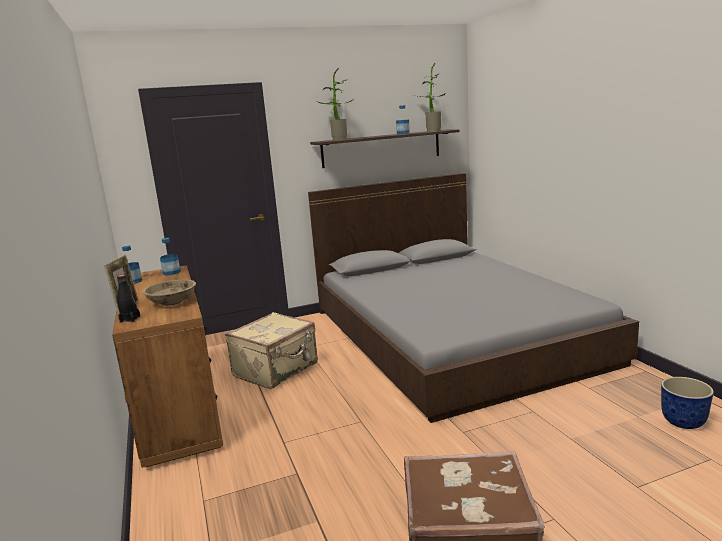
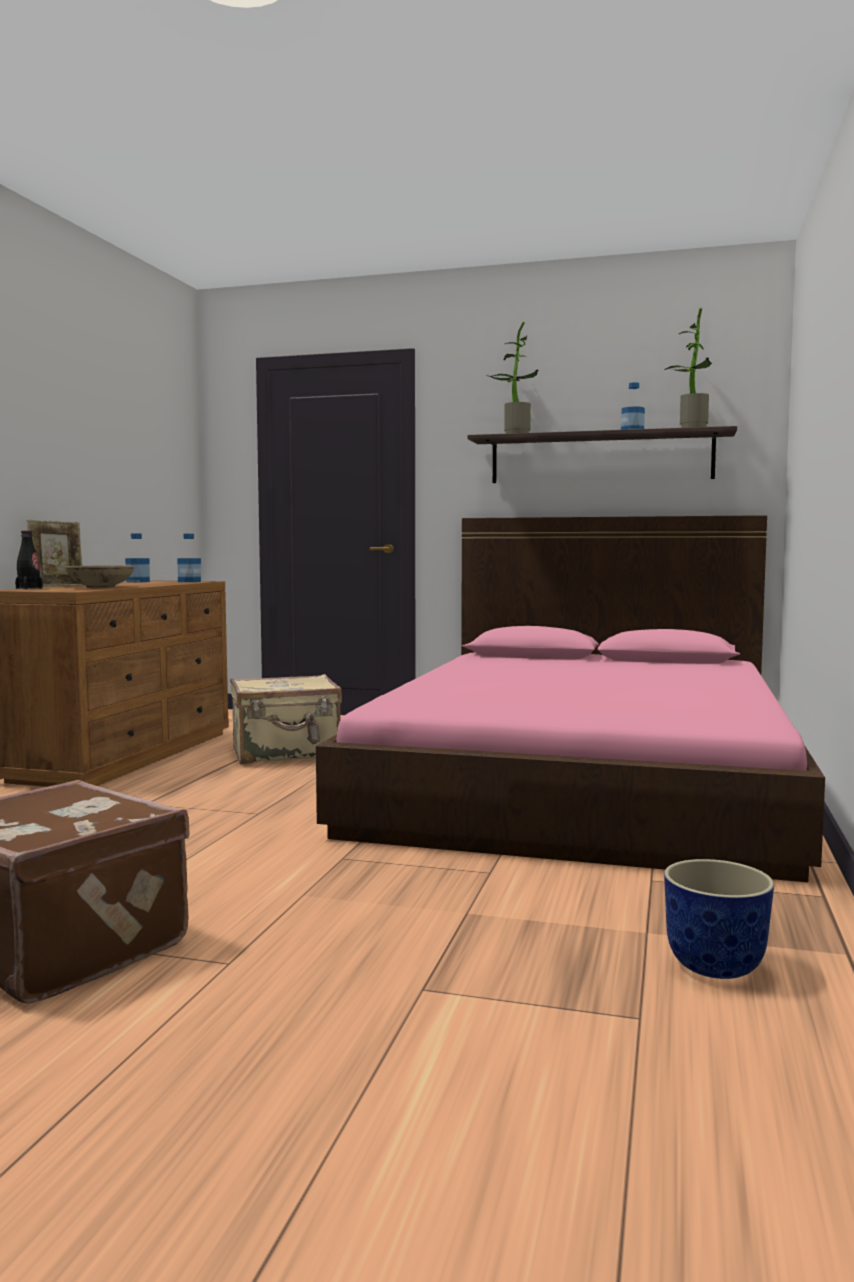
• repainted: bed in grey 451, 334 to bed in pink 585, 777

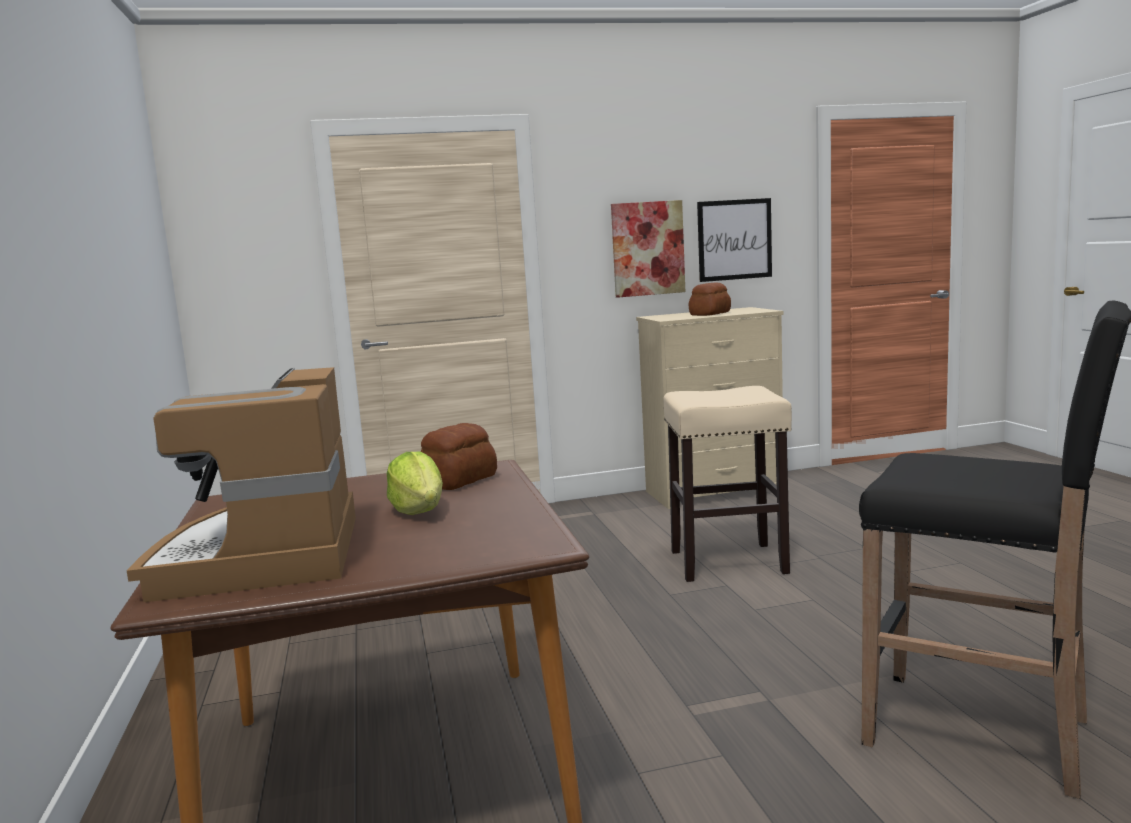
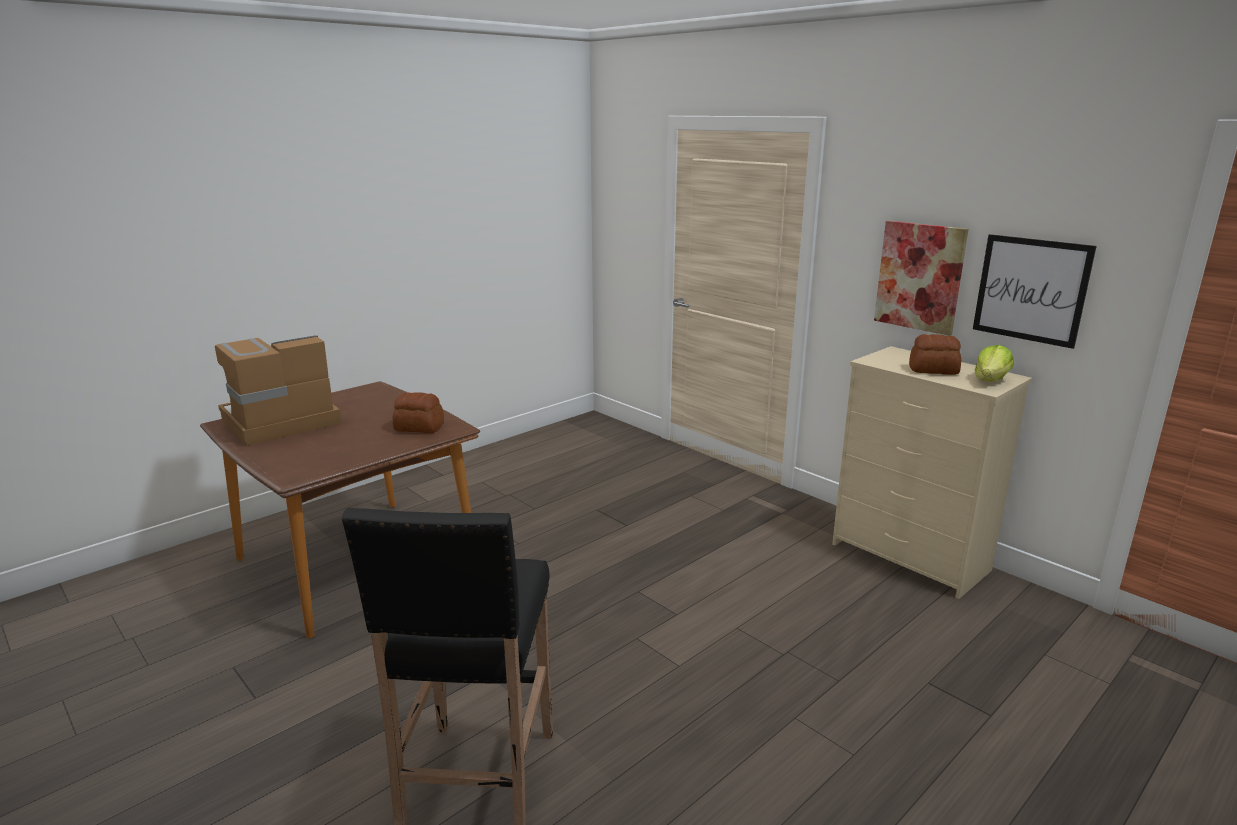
• shifted: lettuce 419, 511 to 990, 380
• gone: stool in beige 729, 562

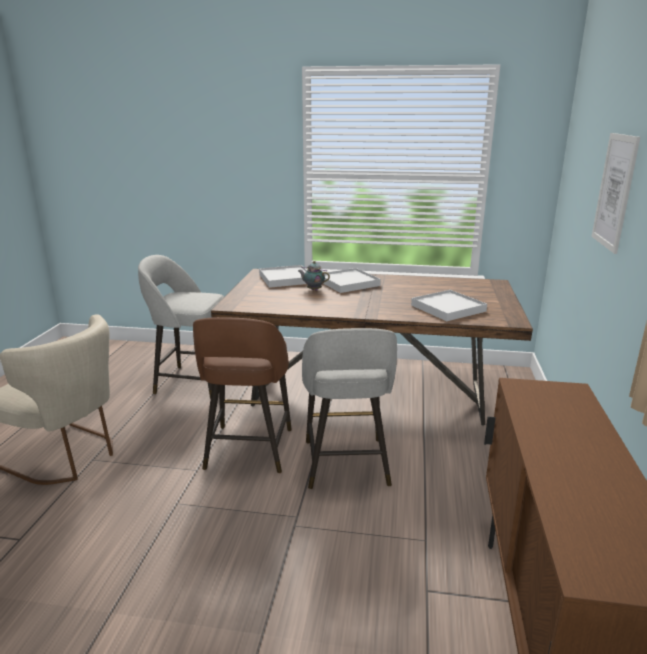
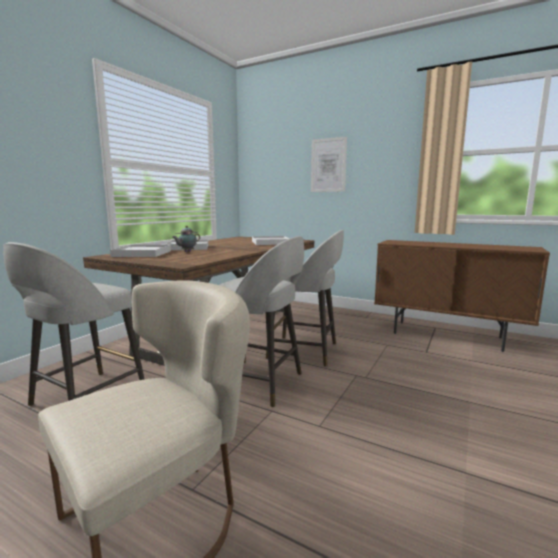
• repainted: stool in brown 248, 450 to stool in grey 259, 382

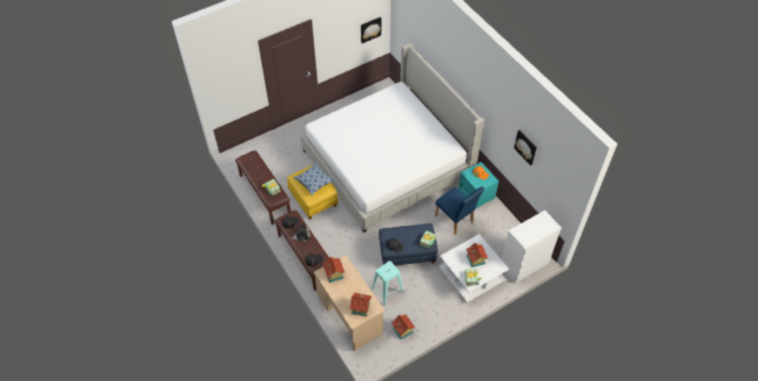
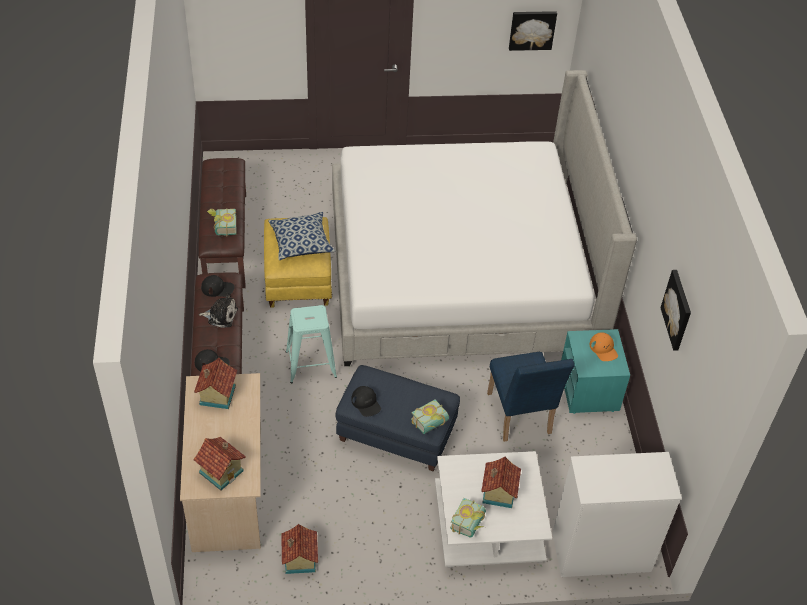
• shifted: stool in turquoise 387, 290 to 311, 364

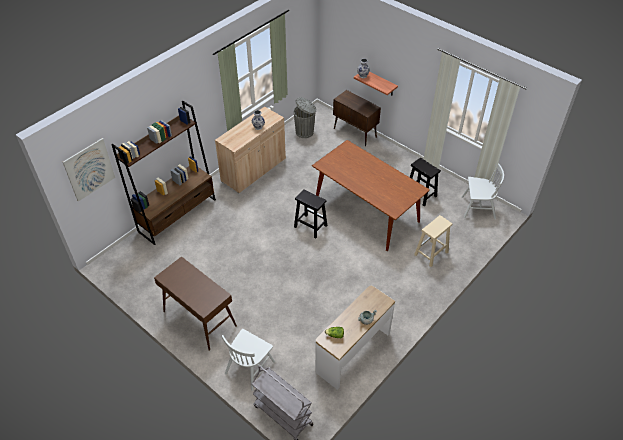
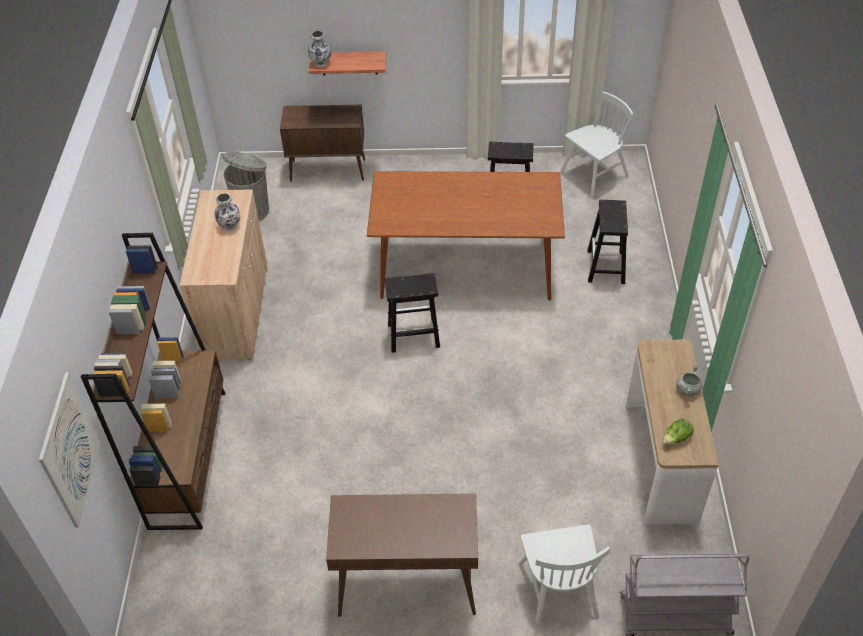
• repainted: stool in beige 431, 254 to stool in black 606, 267

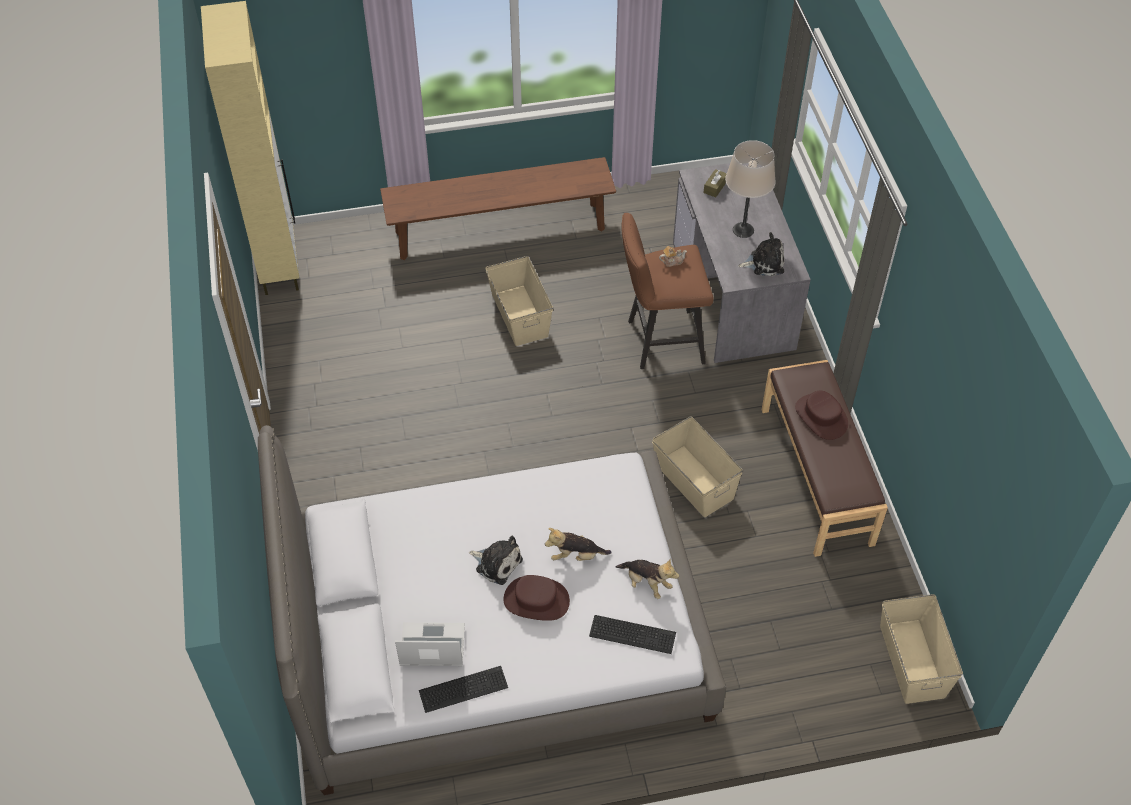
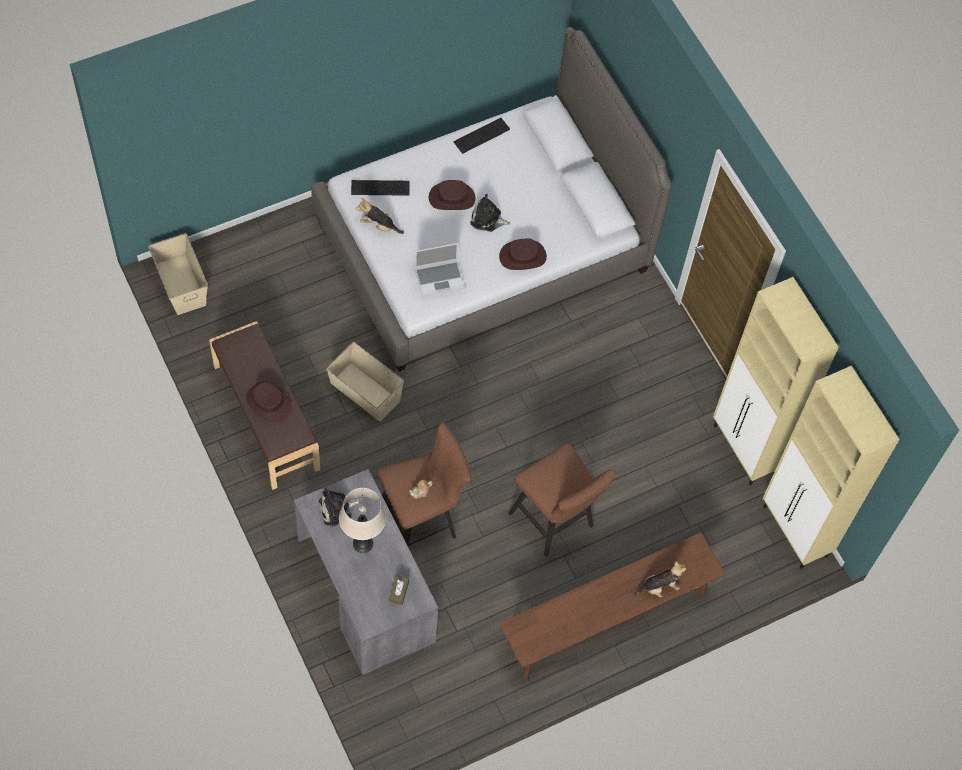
• shifted: laptop 431, 647 to 439, 278
• swapped: storage box in beige 520, 314 to stool in brown 555, 523
• shifted: plush toy 576, 555 to 659, 587
• new: hat in brown 522, 256
• new: cabinet in beige 745, 450

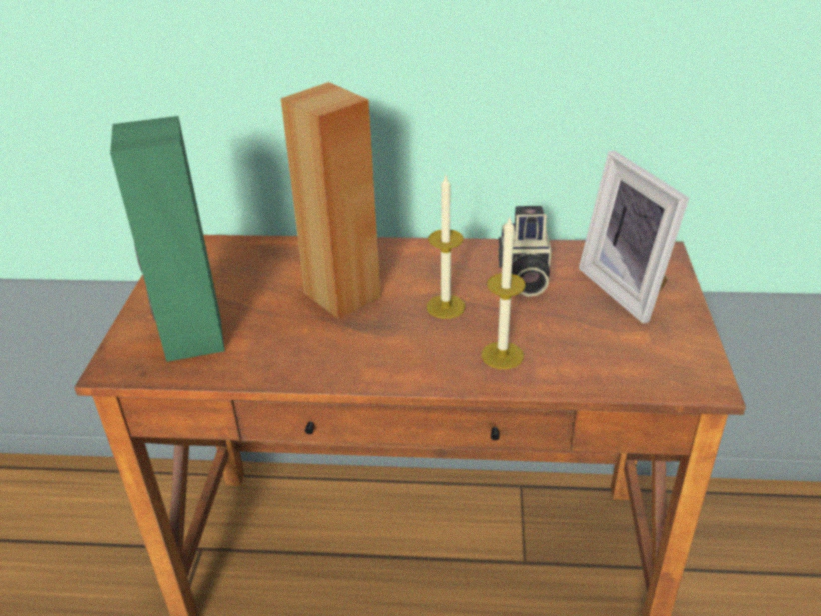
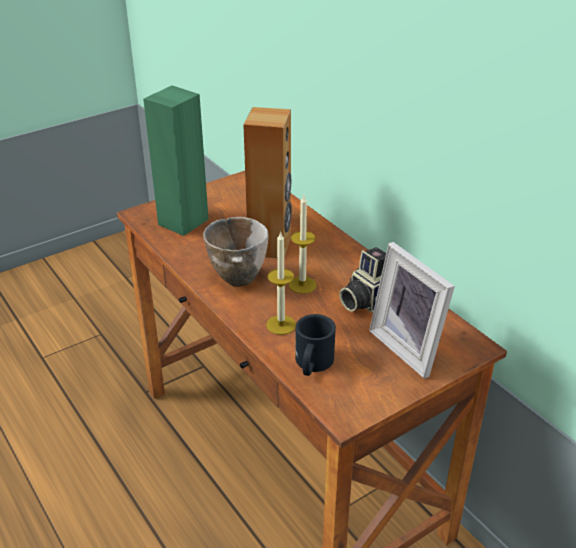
• rotated: picture frame 628, 289 = 410, 347 60 degrees counterclockwise
• new: bowl 239, 277
• new: mug in black 312, 364

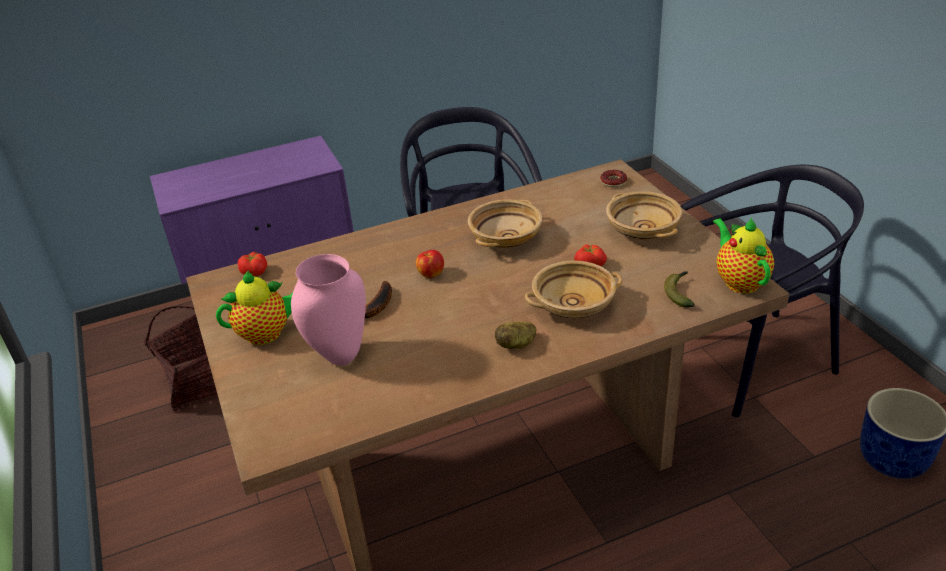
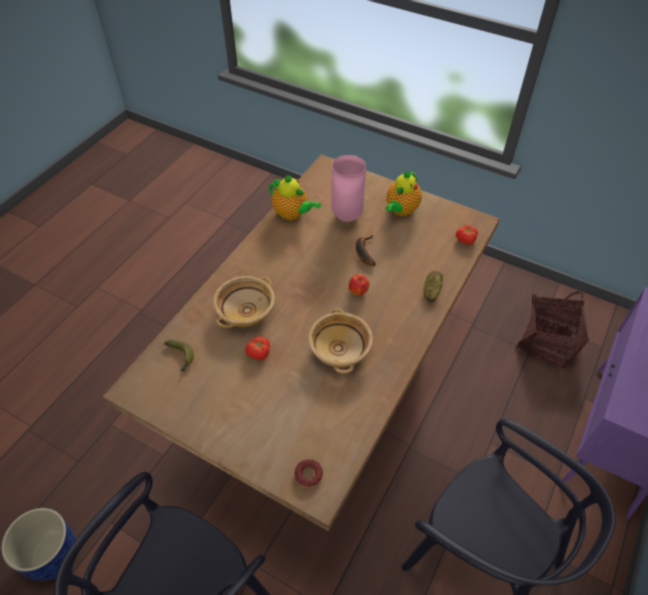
• shifted: potato 517, 345 to 431, 292
• gone: bowl in beige 642, 230
• shifted: teapot 739, 281 to 292, 214

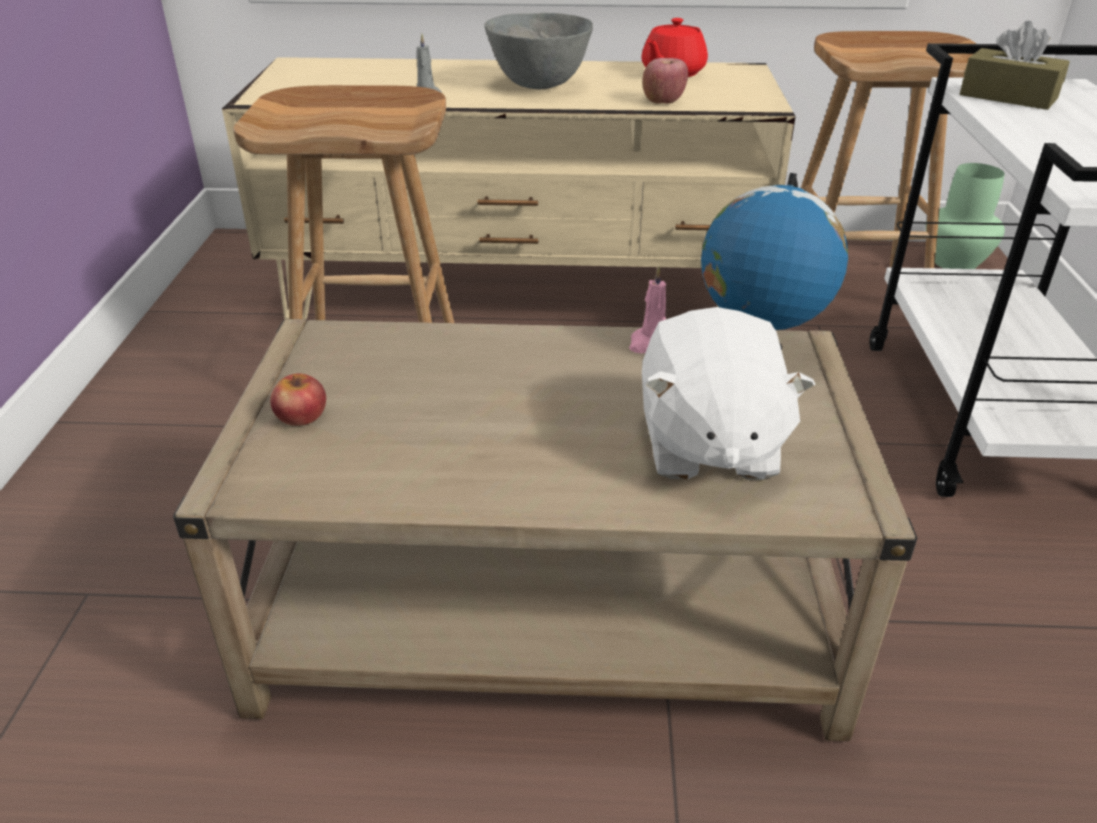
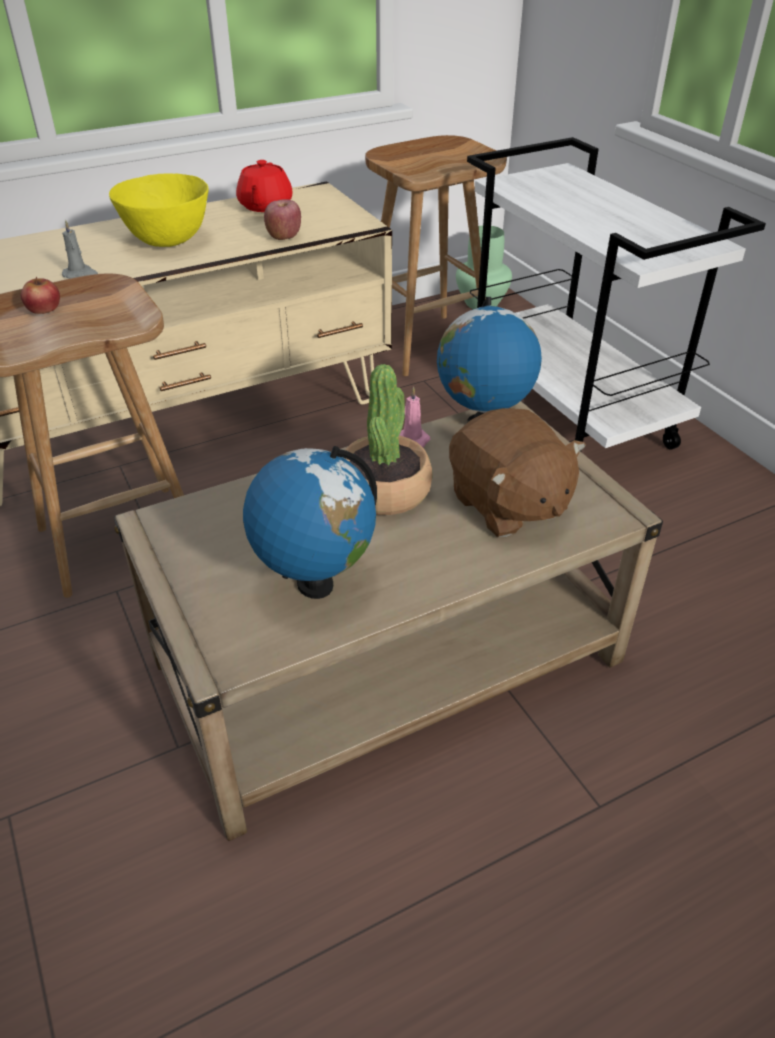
• shifted: apple 301, 415 to 44, 308
• repainted: bowl in grey 539, 85 to bowl in yellow 168, 241
• repainted: plush toy in white 707, 445 to plush toy in brown 508, 505
• gone: tissue box in brown 1008, 97
• new: globe 315, 584
• new: potted plant 385, 490

